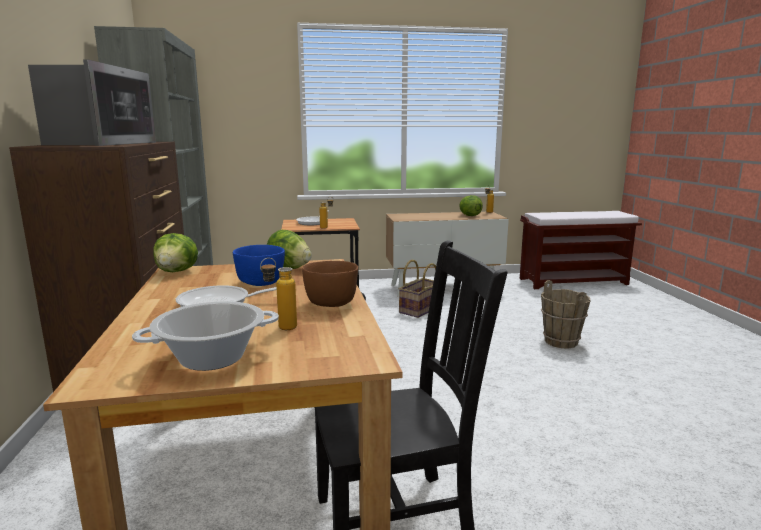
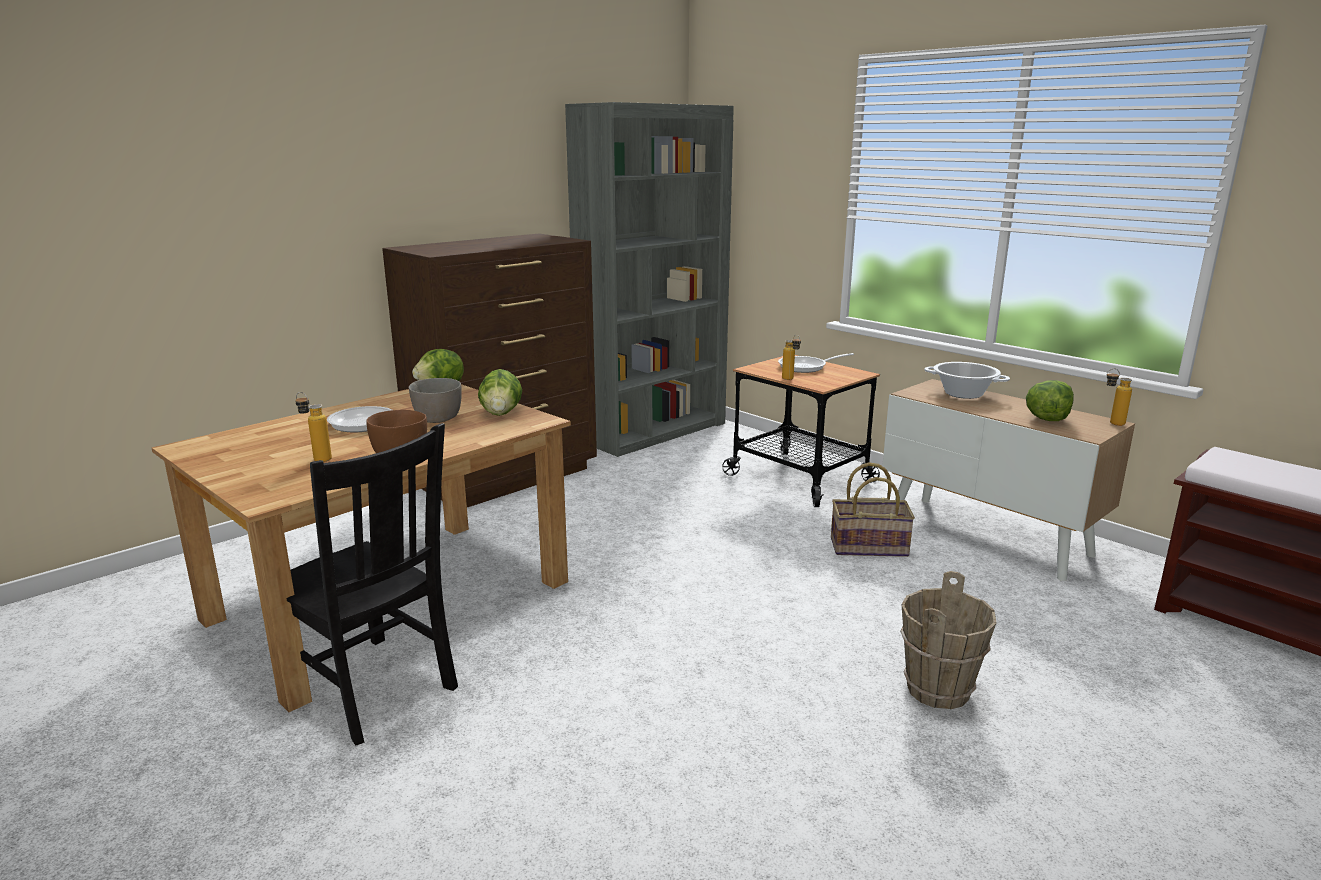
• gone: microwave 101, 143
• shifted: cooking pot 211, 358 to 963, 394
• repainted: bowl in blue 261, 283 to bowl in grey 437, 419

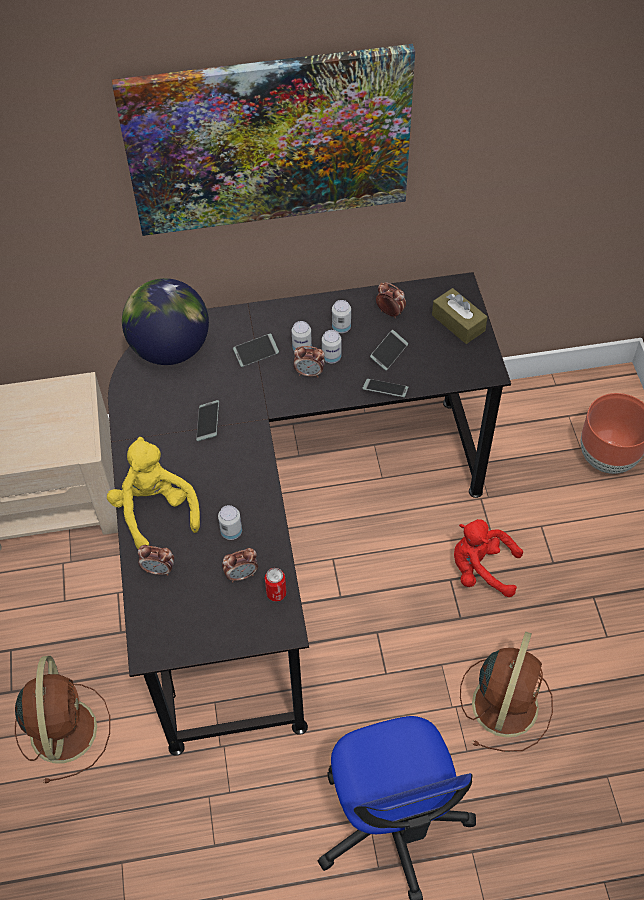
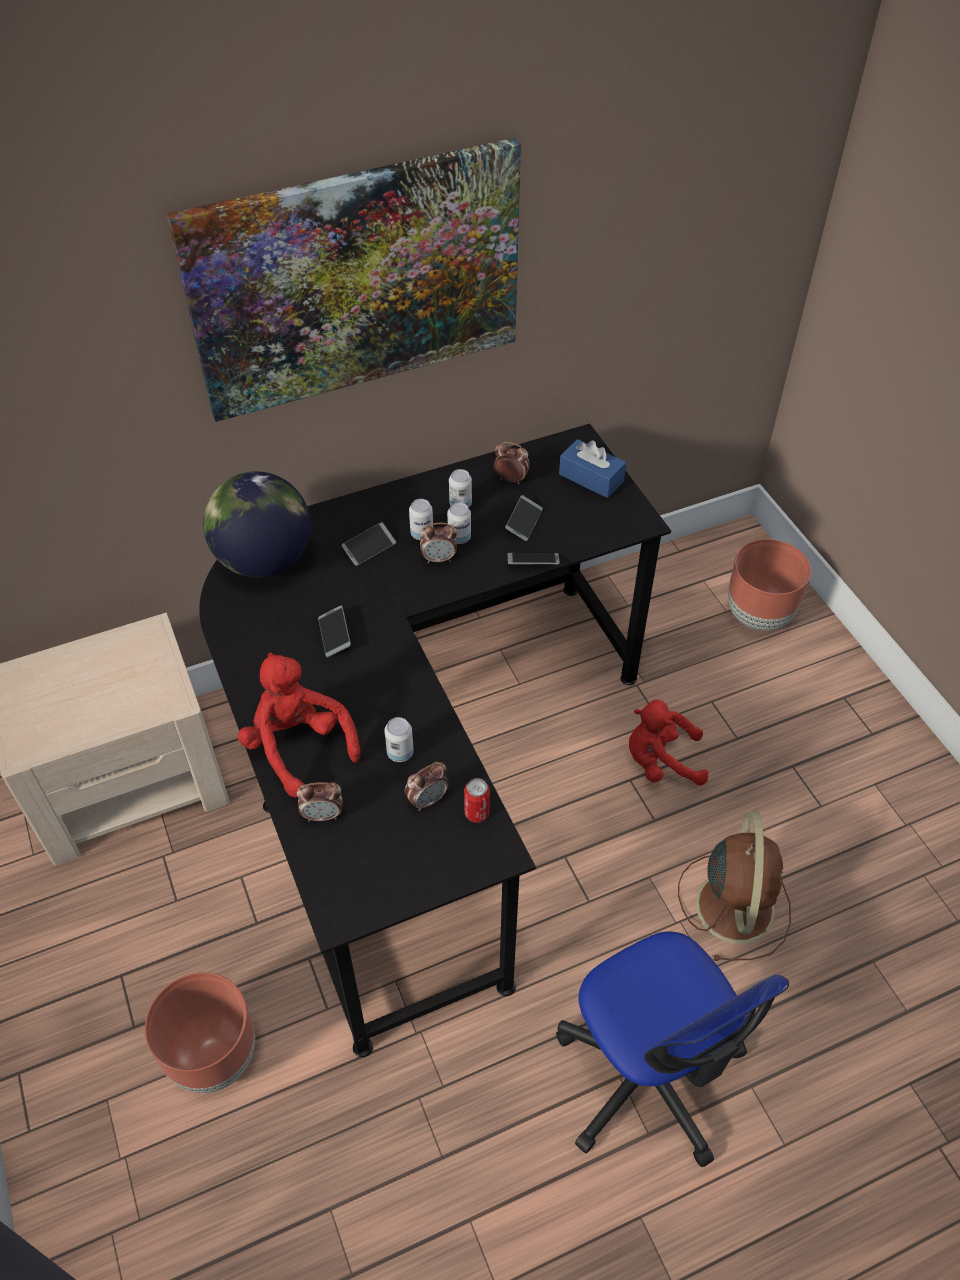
• swapped: fan in brown 63, 727 to planter in brown 213, 1056
• repainted: plush toy in yellow 155, 510 to plush toy in red 298, 746
• repainted: tissue box in brown 458, 323 to tissue box in blue 591, 478

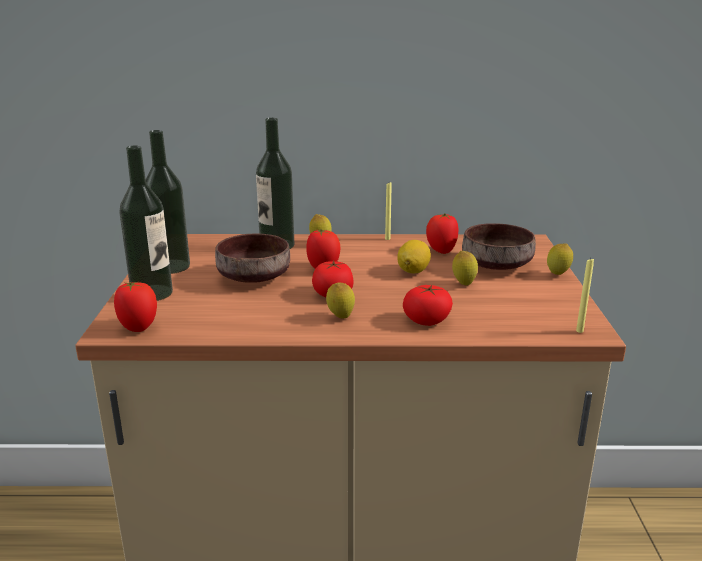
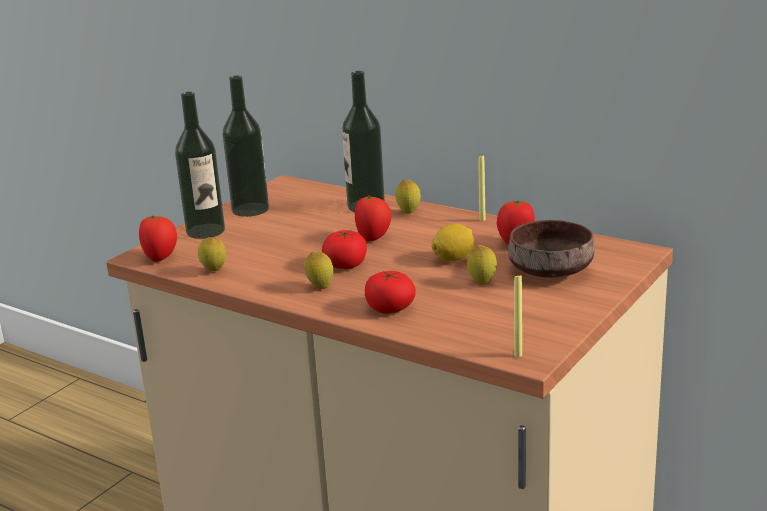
• gone: bowl in brown 255, 276
• shifted: lemon 557, 275 to 214, 271

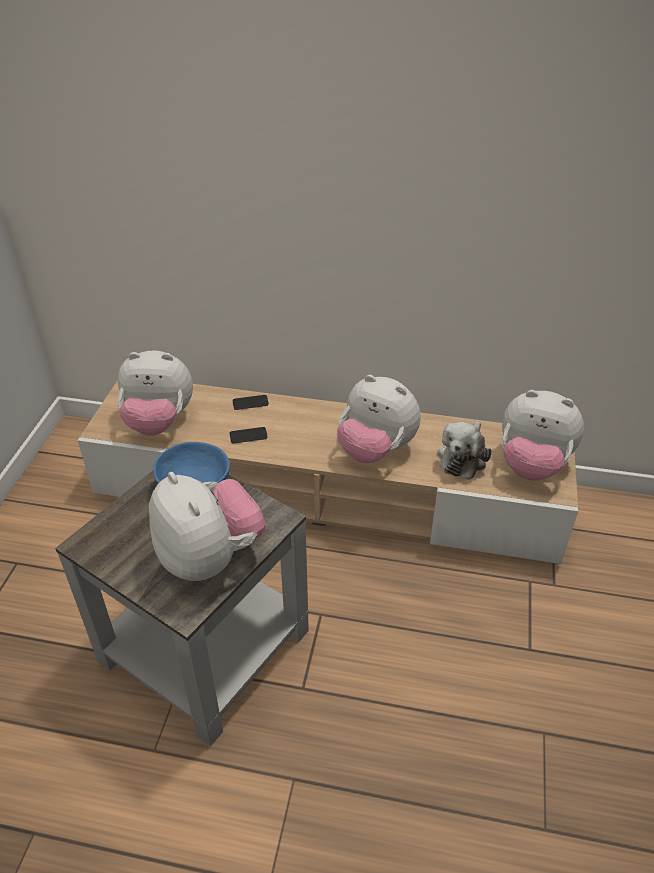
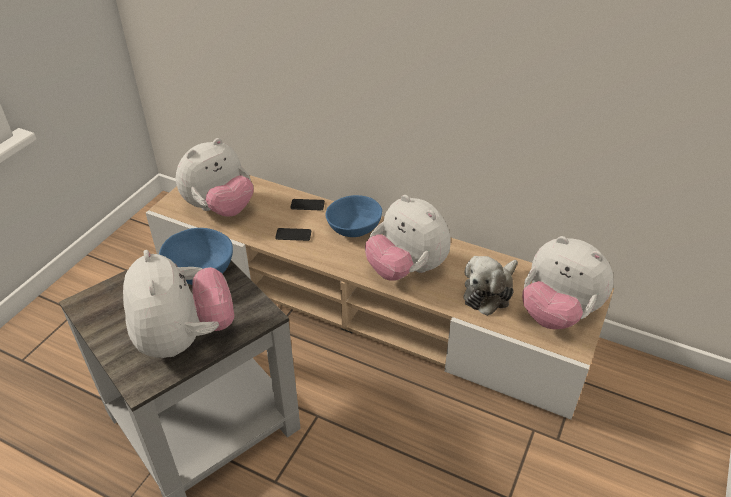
• rotated: plush toy 159, 422 = 220, 208 60 degrees counterclockwise
• new: bowl in blue 355, 229

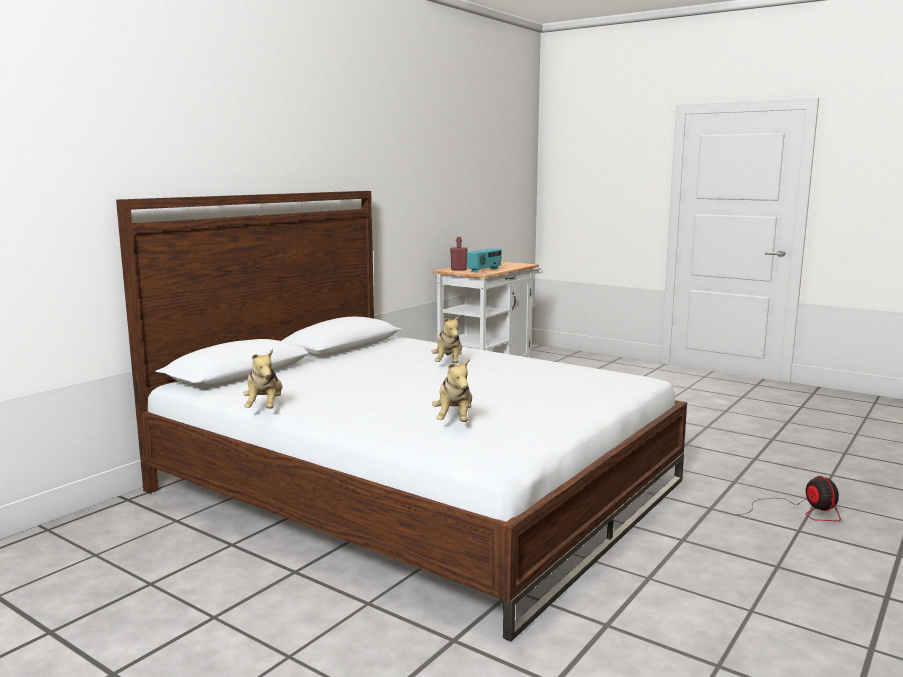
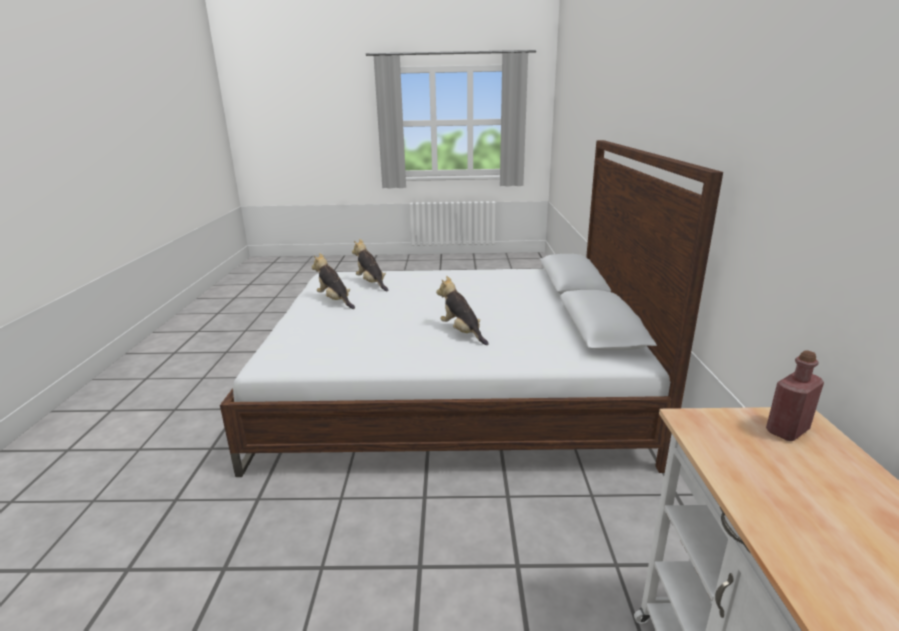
• shifted: plush toy 265, 408 to 335, 301
• gone: radio 484, 270
• gone: fan 799, 512

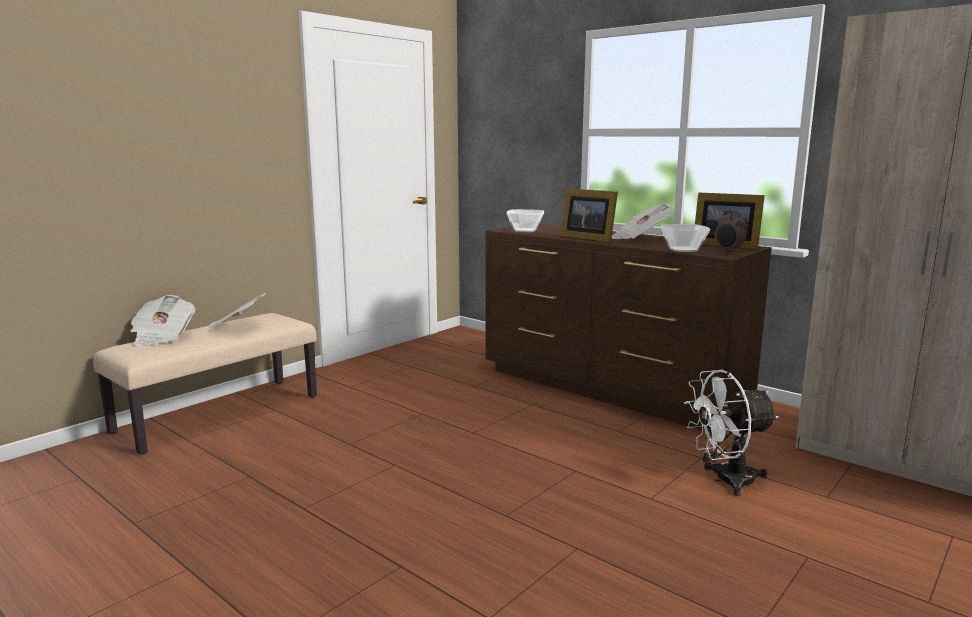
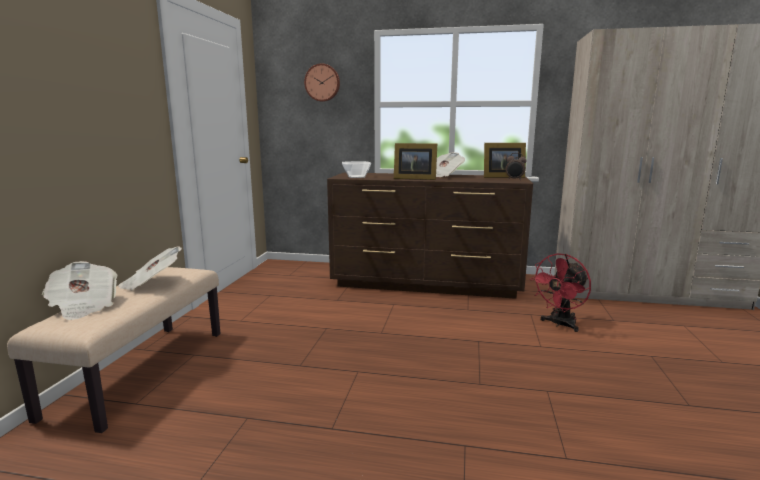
• gone: bowl 683, 249
• repainted: fan in white 725, 480 to fan in red 560, 324
• new: wall clock 322, 83

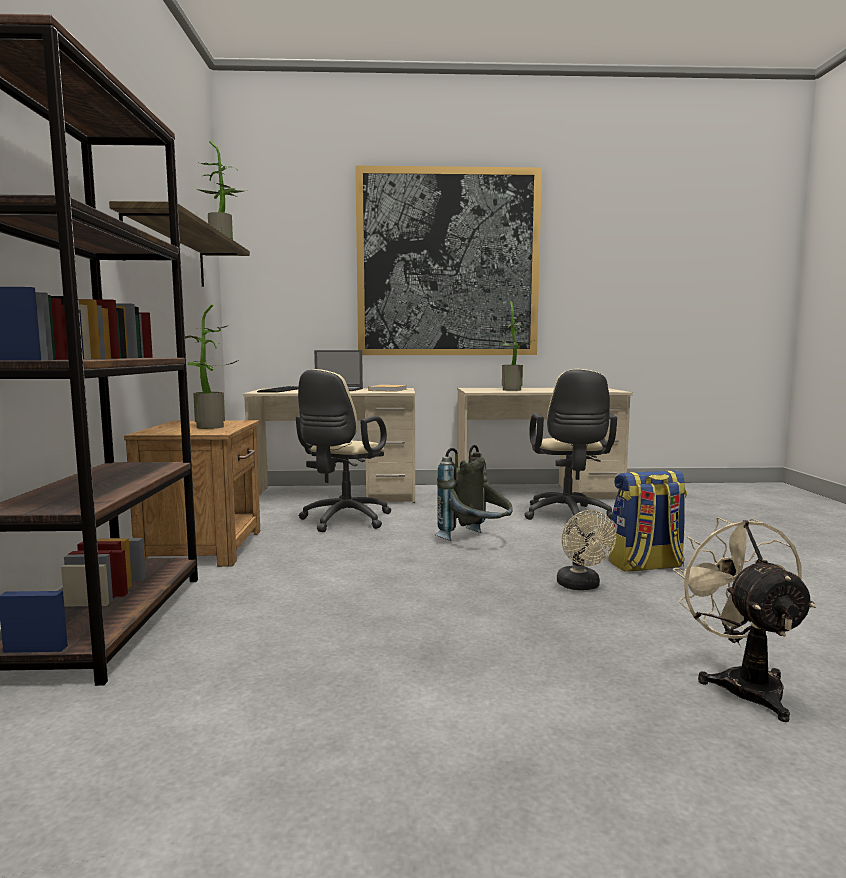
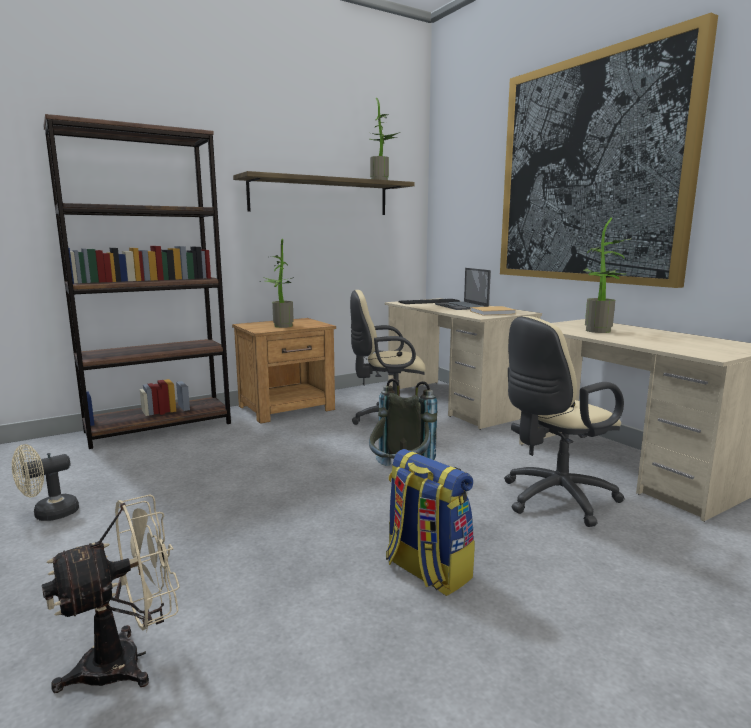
• shifted: fan in beige 581, 586 to 49, 514

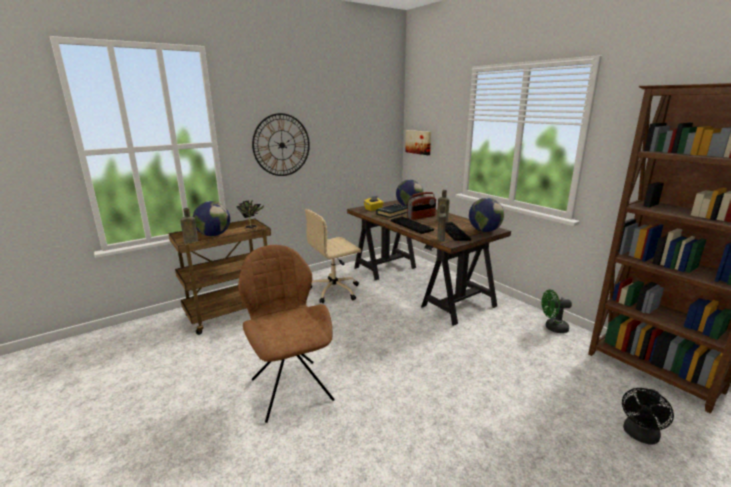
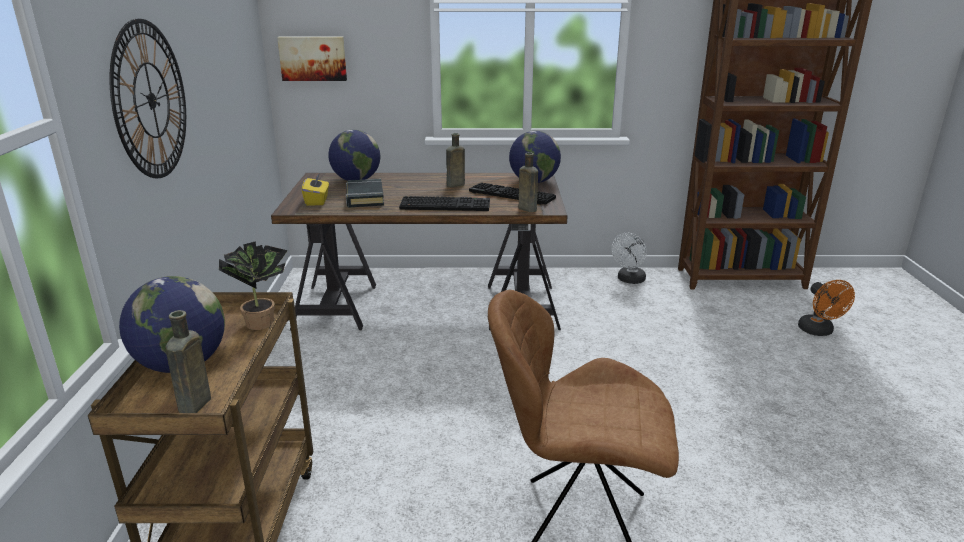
• gone: office chair in beige 335, 291
• gone: radio 421, 217
• repainted: fan in green 552, 328 to fan in white 629, 280
• repainted: fan in black 639, 436 to fan in orange 819, 331

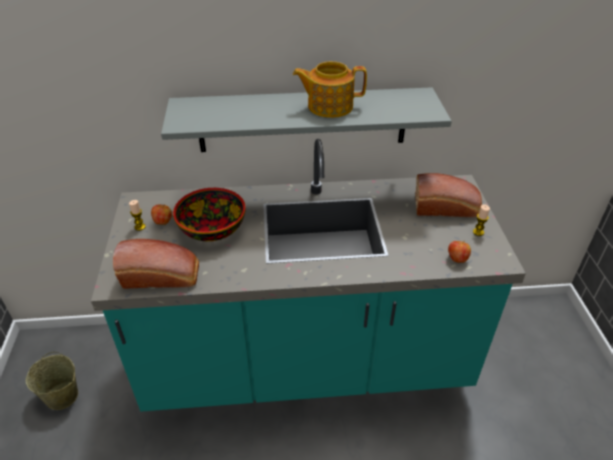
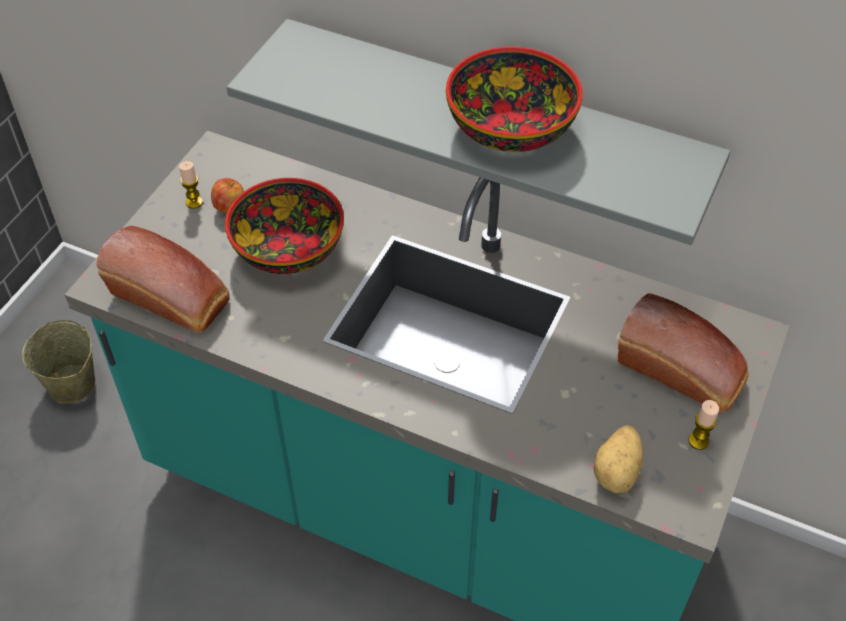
• swapped: teapot 329, 106 to bowl 512, 126
• swapped: apple 457, 259 to potato 618, 472

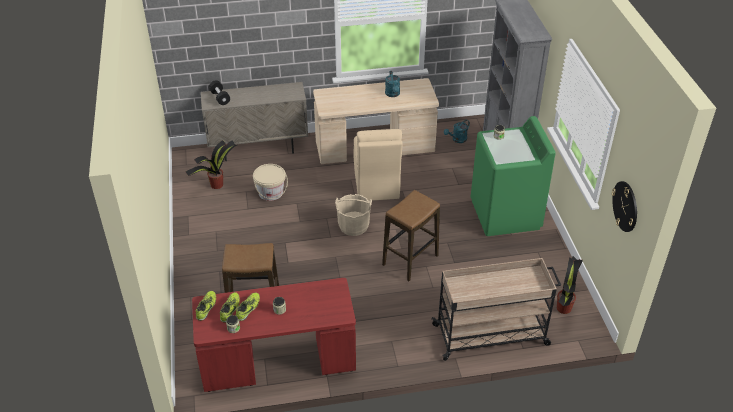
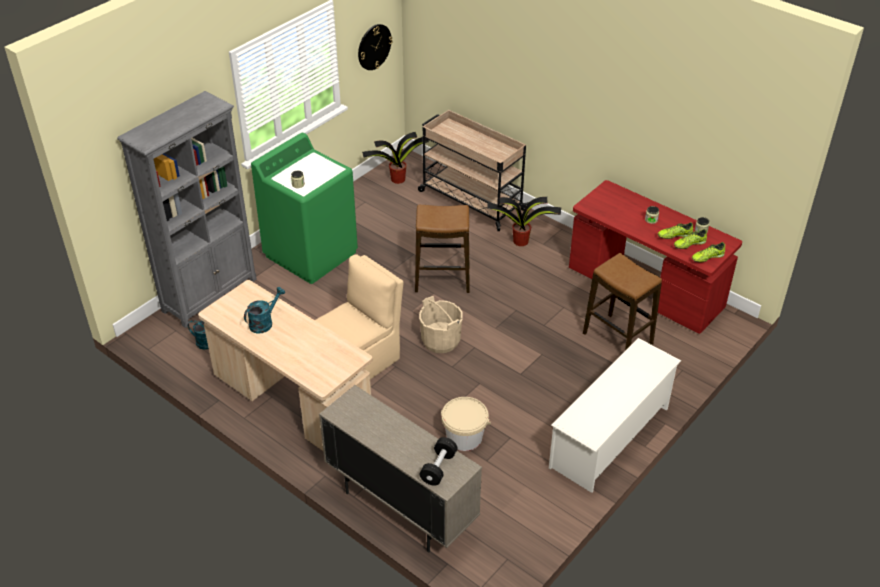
• shifted: potted plant 216, 185 to 521, 241
• new: shoe rack in white 610, 437

